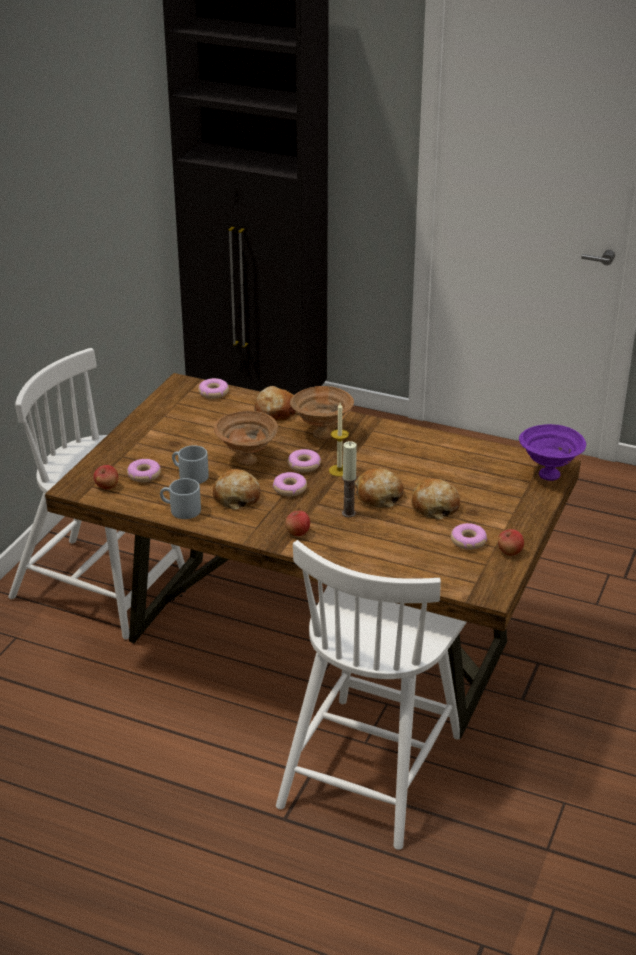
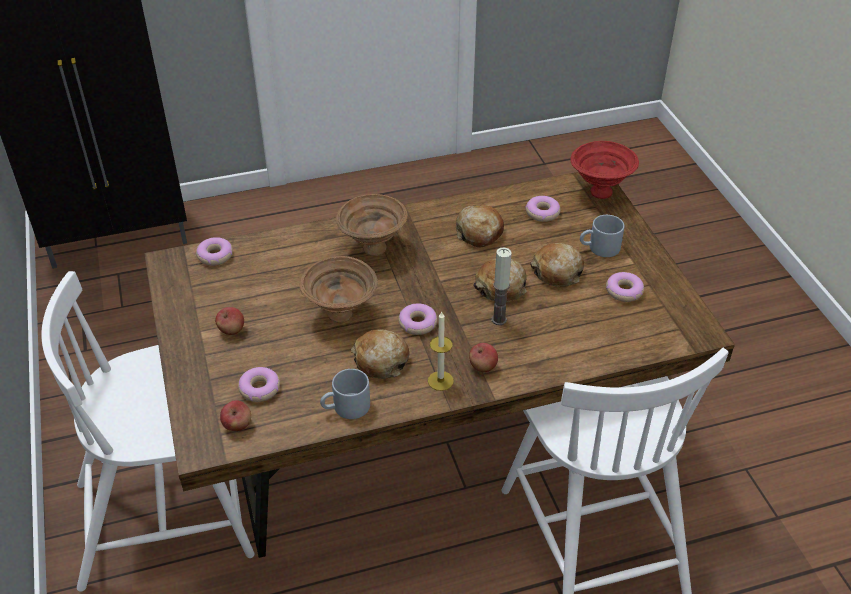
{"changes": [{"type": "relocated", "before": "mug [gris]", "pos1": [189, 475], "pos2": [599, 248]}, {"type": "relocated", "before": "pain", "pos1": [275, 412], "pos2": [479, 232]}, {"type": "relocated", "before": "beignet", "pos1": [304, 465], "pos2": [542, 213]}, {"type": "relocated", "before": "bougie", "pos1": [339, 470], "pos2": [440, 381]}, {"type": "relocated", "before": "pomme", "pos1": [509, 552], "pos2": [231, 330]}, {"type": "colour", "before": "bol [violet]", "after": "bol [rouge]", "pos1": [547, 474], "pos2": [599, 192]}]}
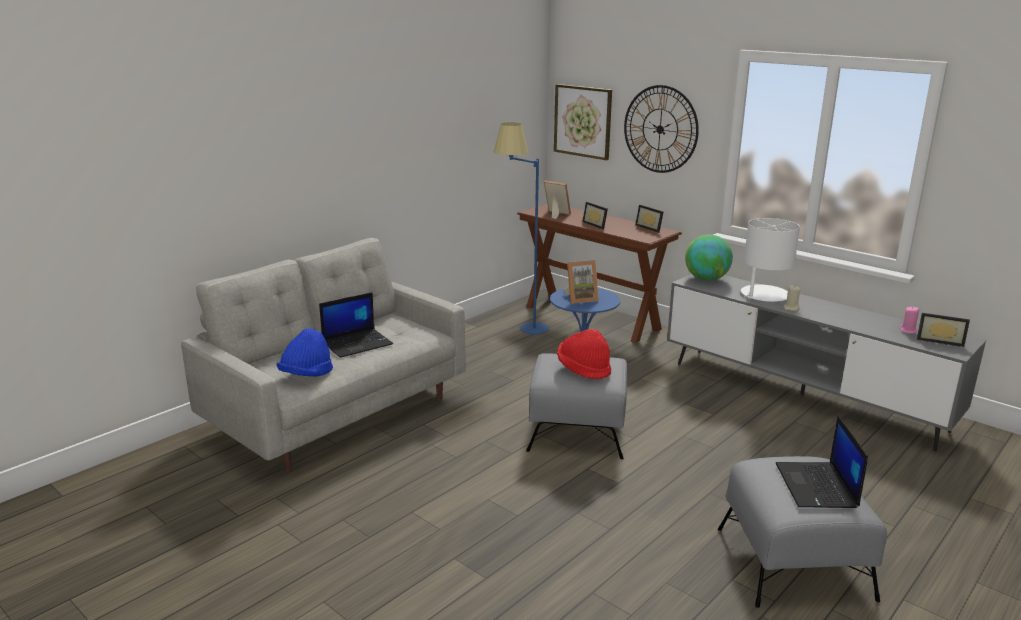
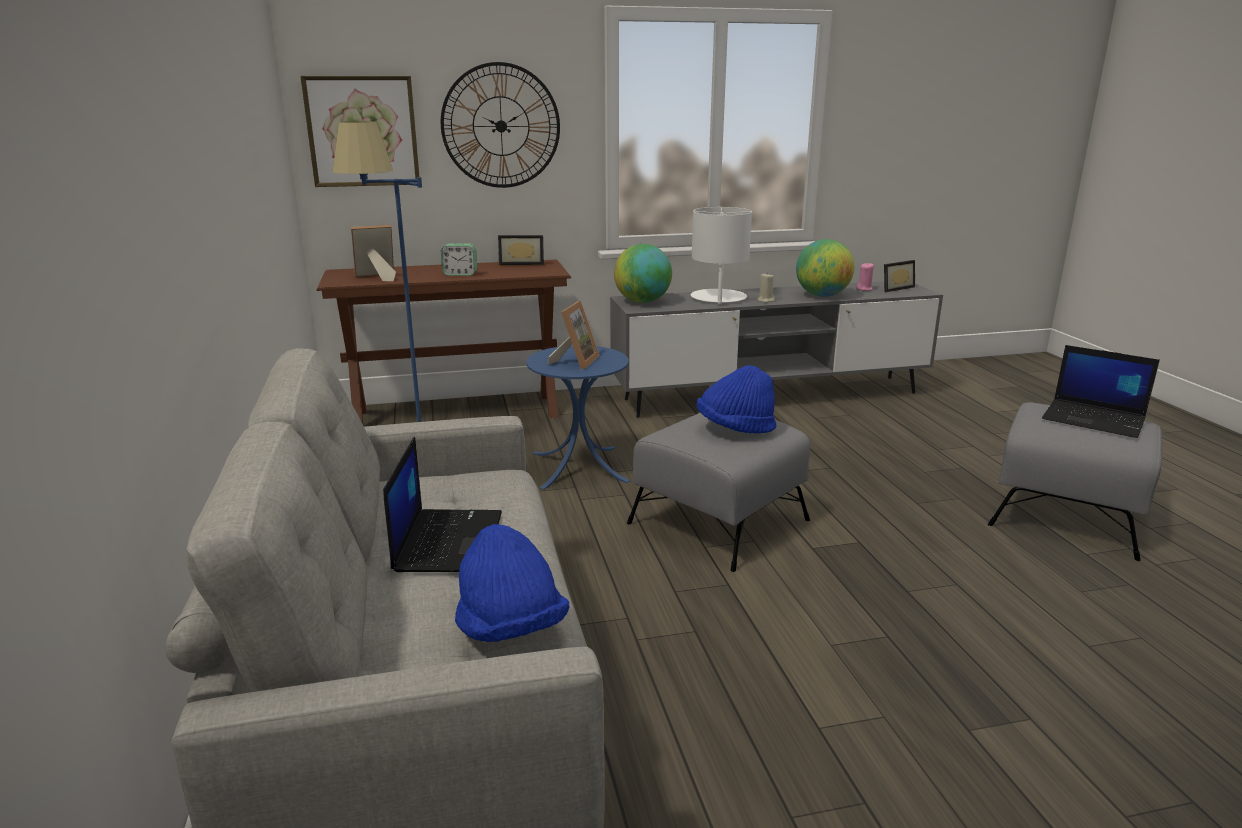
{"changes": [{"type": "appeared", "after": "globe", "pos2": [822, 295]}, {"type": "exchanged", "before": "cadre photo", "after": "réveil", "pos1": [597, 225], "pos2": [460, 274]}, {"type": "colour", "before": "chapeau [rouge]", "after": "chapeau [bleu]", "pos1": [583, 369], "pos2": [735, 428]}]}
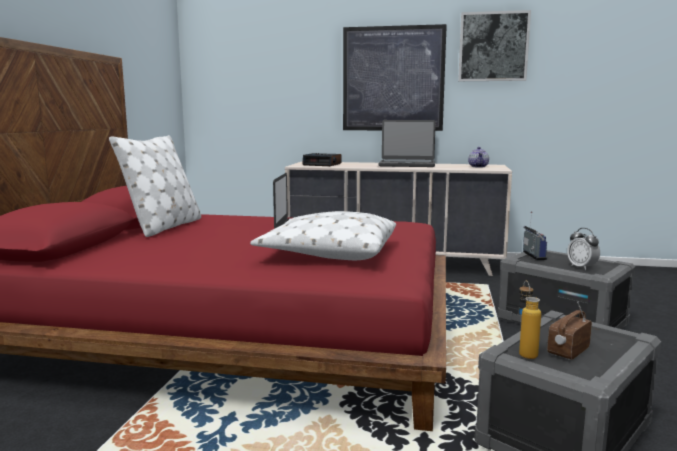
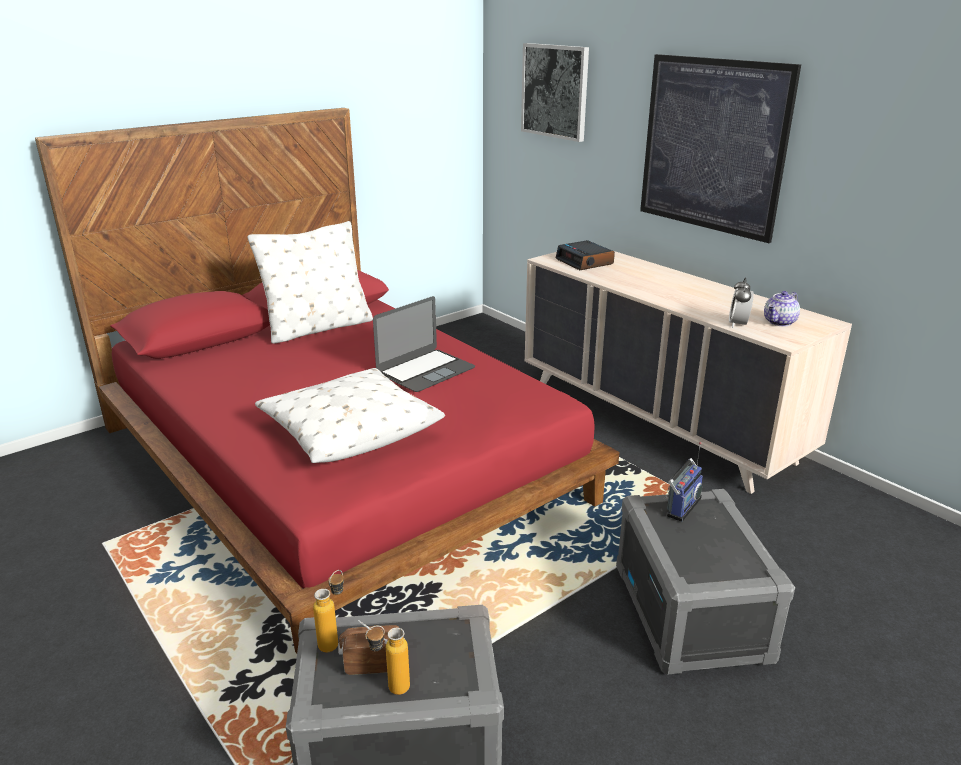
{"changes": [{"type": "missing", "before": "ordinateur portable", "pos1": [407, 164]}, {"type": "appeared", "after": "bouteille", "pos2": [390, 689]}, {"type": "relocated", "before": "tableau", "pos1": [493, 47], "pos2": [555, 91]}, {"type": "relocated", "before": "réveil", "pos1": [582, 267], "pos2": [738, 324]}]}
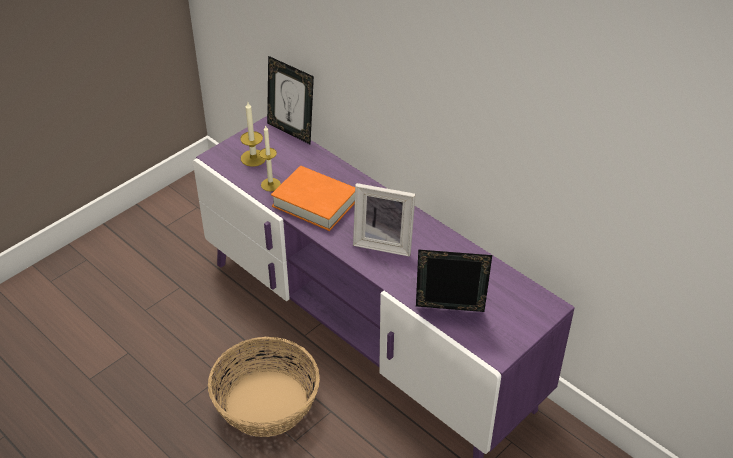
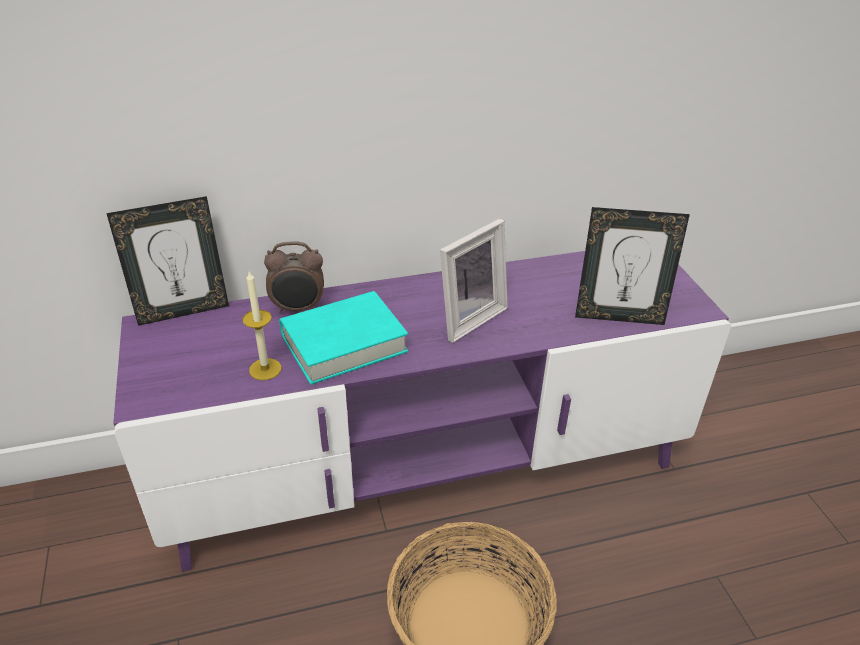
{"changes": [{"type": "missing", "before": "bougie", "pos1": [253, 158]}, {"type": "appeared", "after": "réveil", "pos2": [298, 309]}, {"type": "colour", "before": "livre [orange]", "after": "livre [turquoise]", "pos1": [315, 203], "pos2": [344, 343]}, {"type": "spun", "before": "cadre photo", "pos1": [449, 313], "pos2": [619, 316], "turn": -120}]}
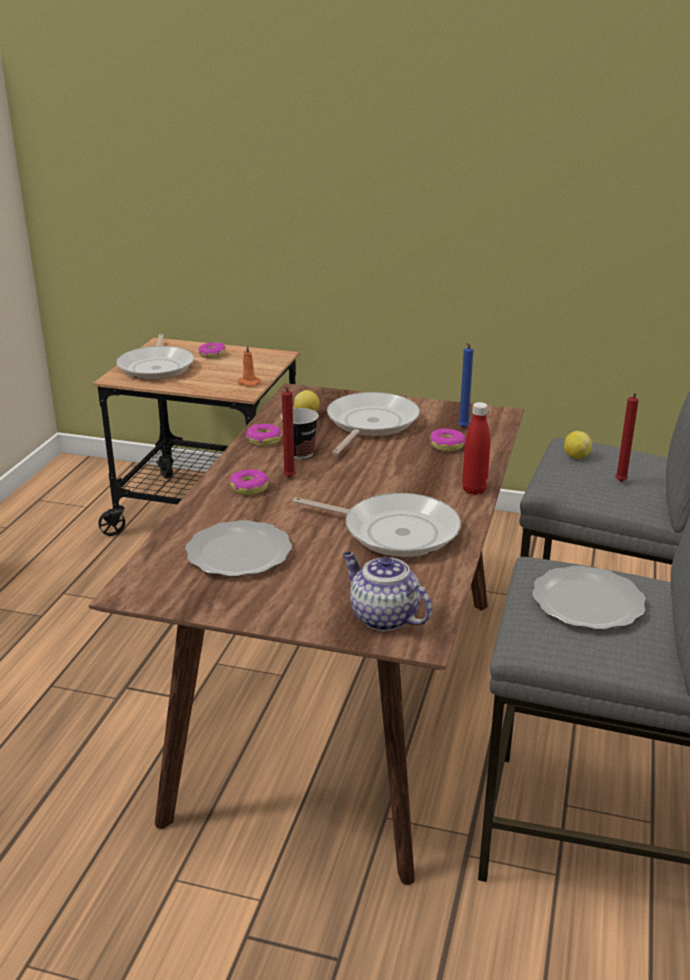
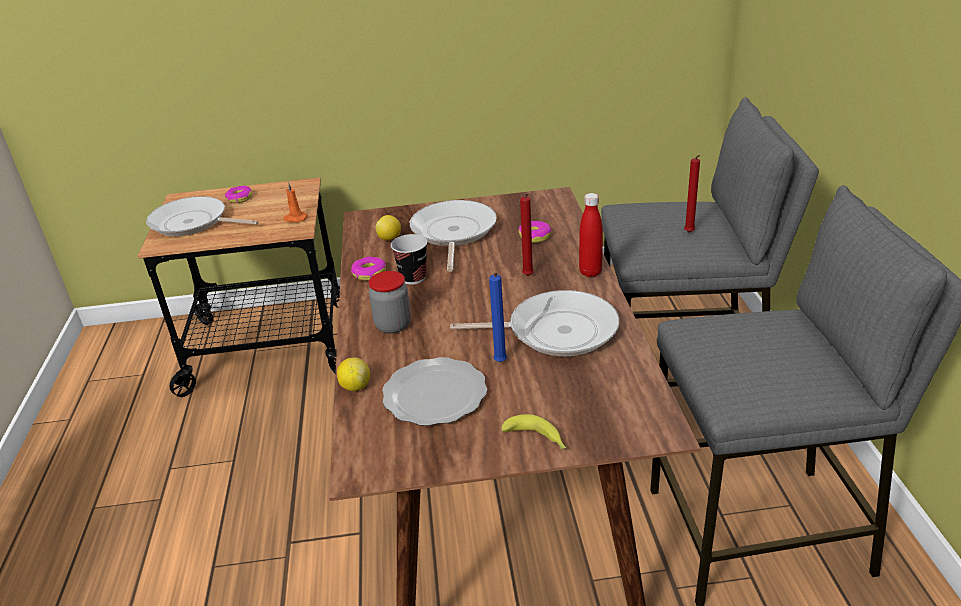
{"changes": [{"type": "missing", "before": "théière", "pos1": [382, 617]}, {"type": "missing", "before": "assiette", "pos1": [587, 603]}, {"type": "appeared", "after": "banane", "pos2": [537, 439]}, {"type": "relocated", "before": "bougie [rouge]", "pos1": [288, 478], "pos2": [528, 277]}, {"type": "relocated", "before": "bougie [bleu]", "pos1": [462, 428], "pos2": [500, 363]}, {"type": "relocated", "before": "citron", "pos1": [576, 456], "pos2": [355, 386]}, {"type": "exchanged", "before": "beignet", "after": "bocal", "pos1": [249, 488], "pos2": [393, 325]}, {"type": "spun", "before": "poêle", "pos1": [157, 366], "pos2": [193, 223], "turn": 135}]}
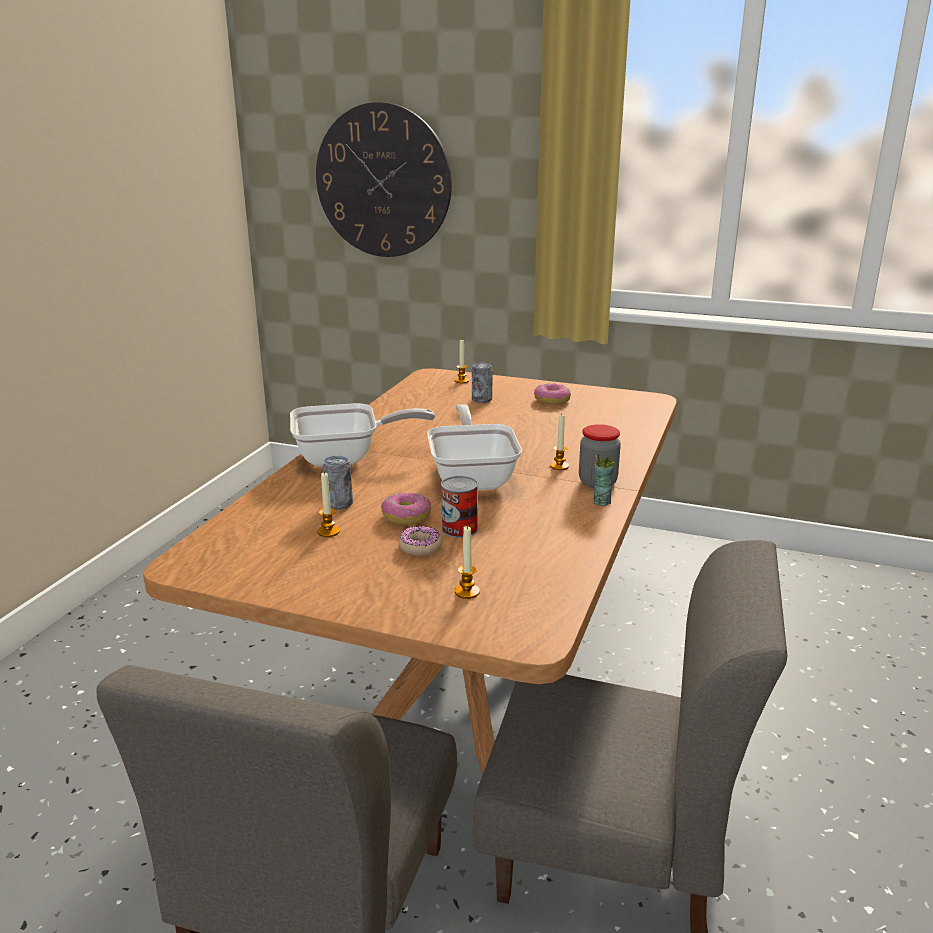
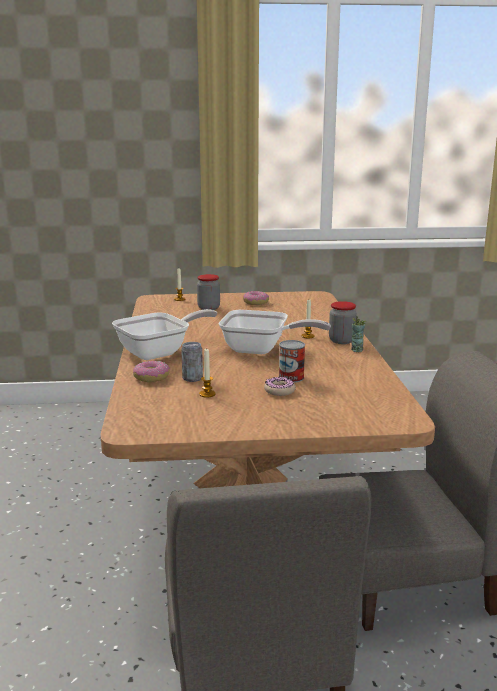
{"changes": [{"type": "missing", "before": "horloge murale", "pos1": [383, 181]}, {"type": "missing", "before": "bougie", "pos1": [467, 592]}, {"type": "relocated", "before": "beignet", "pos1": [407, 516], "pos2": [152, 377]}, {"type": "exchanged", "before": "boîte métallique", "after": "bocal", "pos1": [481, 400], "pos2": [208, 308]}, {"type": "spun", "before": "poêle", "pos1": [472, 477], "pos2": [261, 350], "turn": 135}]}
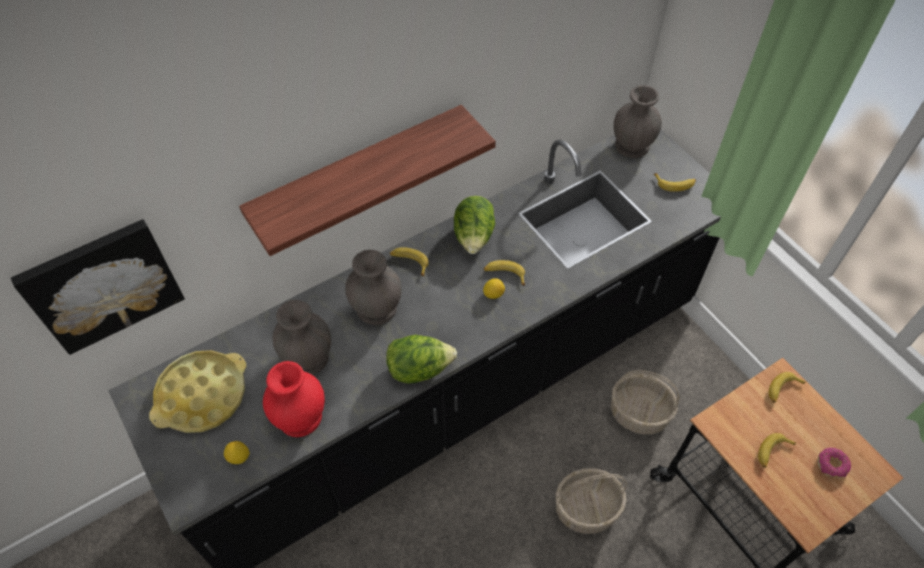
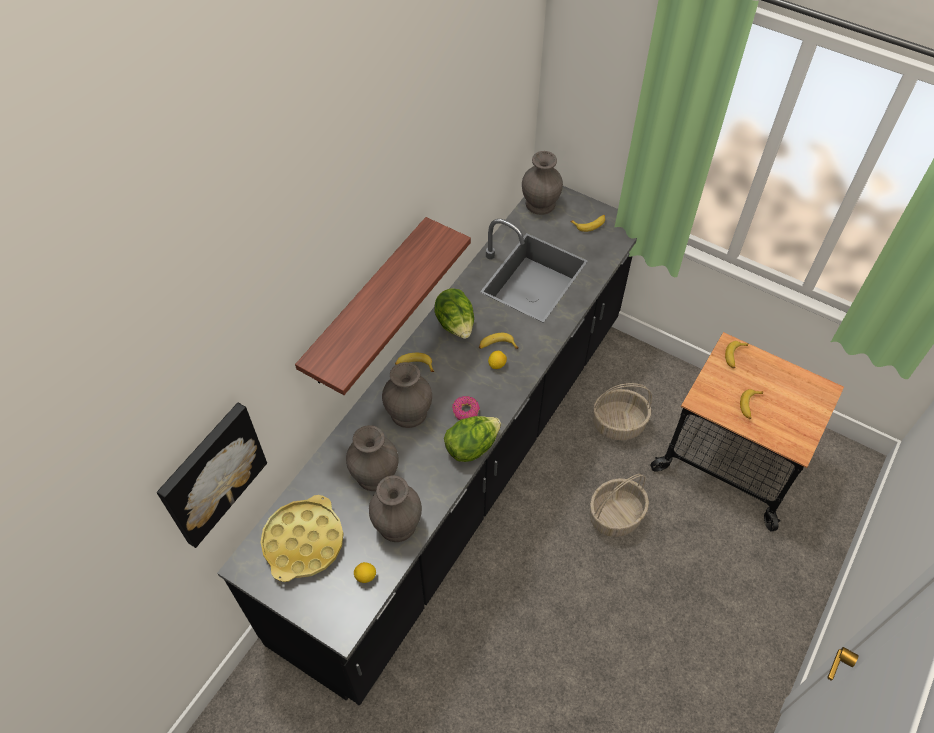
{"changes": [{"type": "relocated", "before": "beignet", "pos1": [832, 465], "pos2": [466, 411]}, {"type": "colour", "before": "vase [rouge]", "after": "vase [gris]", "pos1": [299, 417], "pos2": [396, 525]}]}
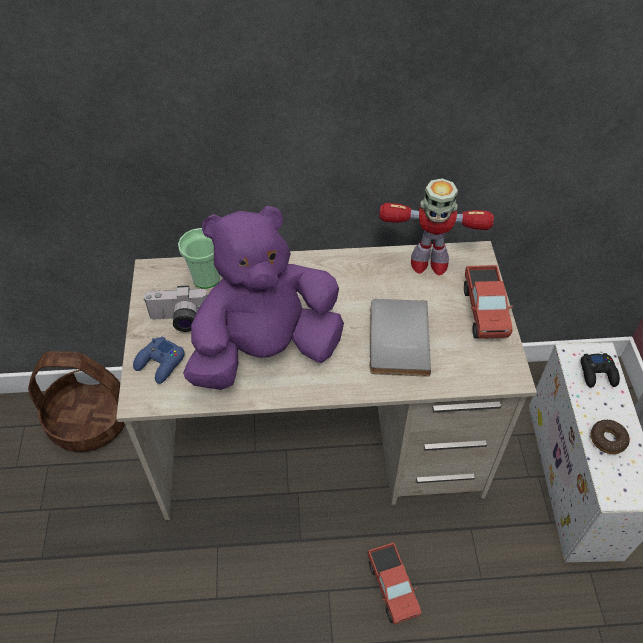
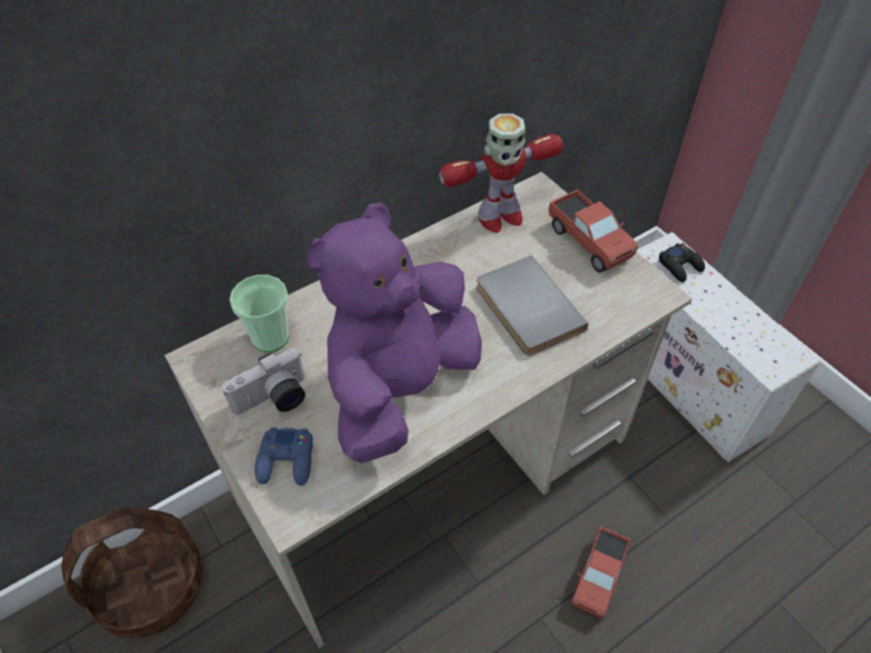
{"changes": [{"type": "missing", "before": "beignet", "pos1": [607, 439]}, {"type": "spun", "before": "camion jouet", "pos1": [392, 587], "pos2": [598, 577], "turn": 75}]}
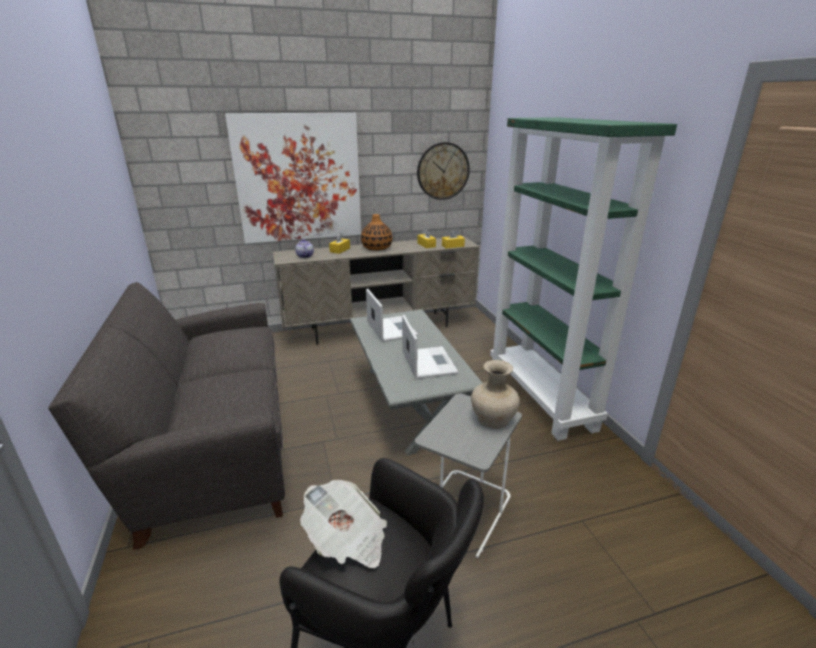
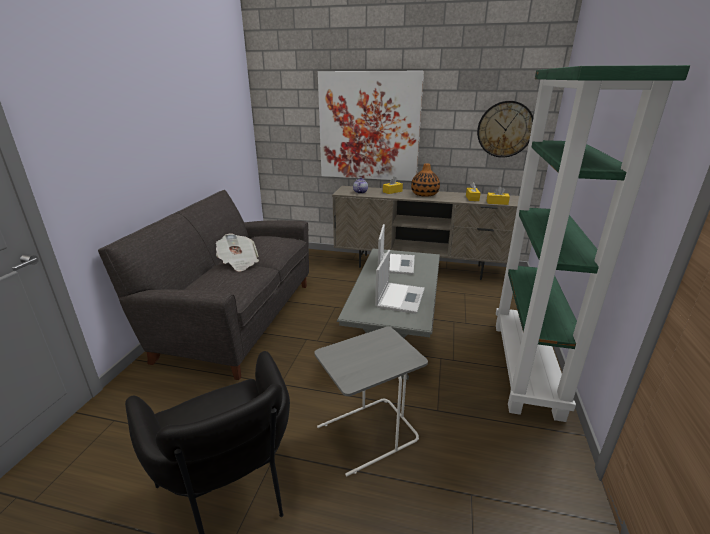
{"changes": [{"type": "missing", "before": "vase [beige]", "pos1": [493, 418]}, {"type": "relocated", "before": "journal", "pos1": [347, 540], "pos2": [238, 262]}]}
